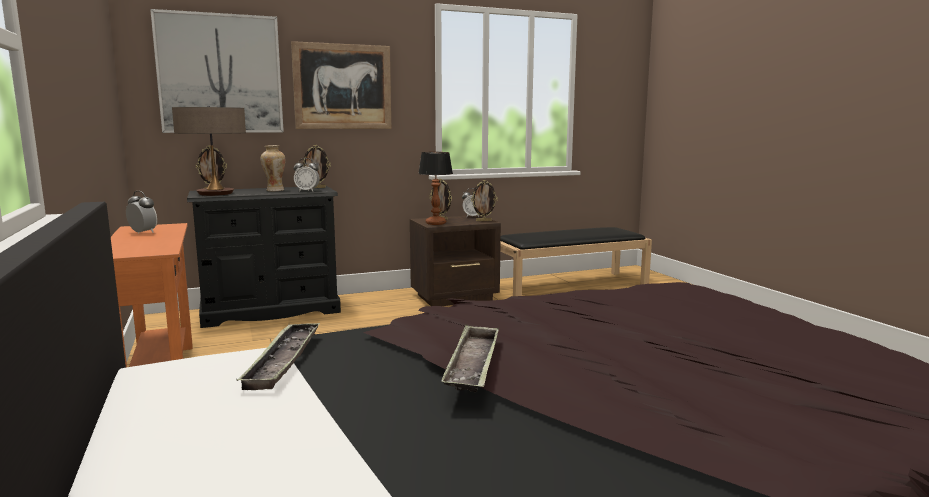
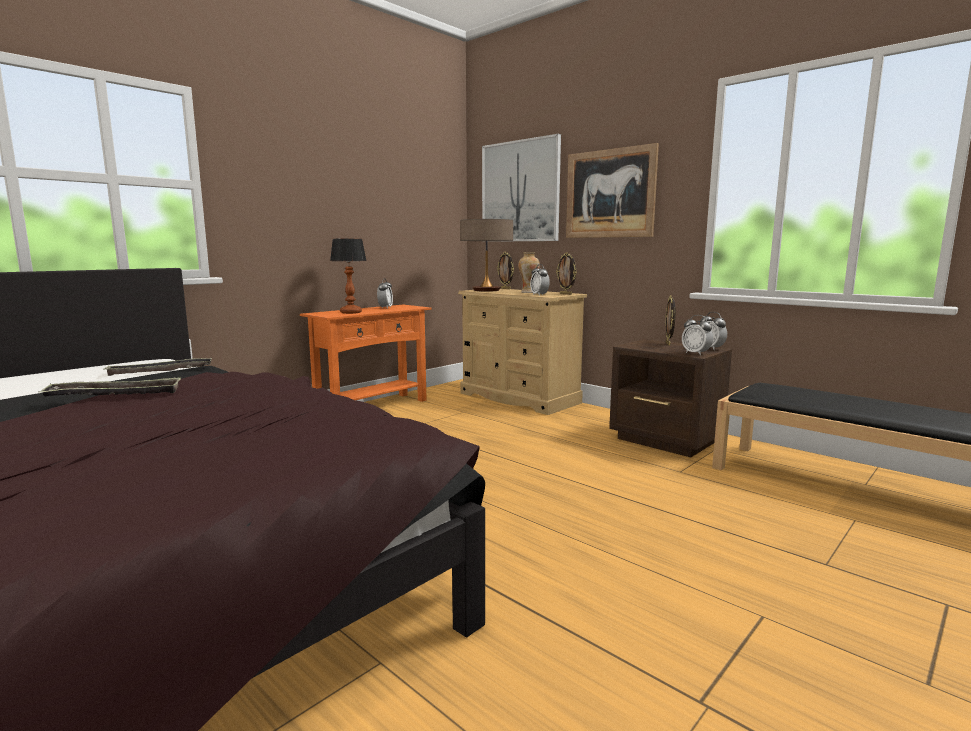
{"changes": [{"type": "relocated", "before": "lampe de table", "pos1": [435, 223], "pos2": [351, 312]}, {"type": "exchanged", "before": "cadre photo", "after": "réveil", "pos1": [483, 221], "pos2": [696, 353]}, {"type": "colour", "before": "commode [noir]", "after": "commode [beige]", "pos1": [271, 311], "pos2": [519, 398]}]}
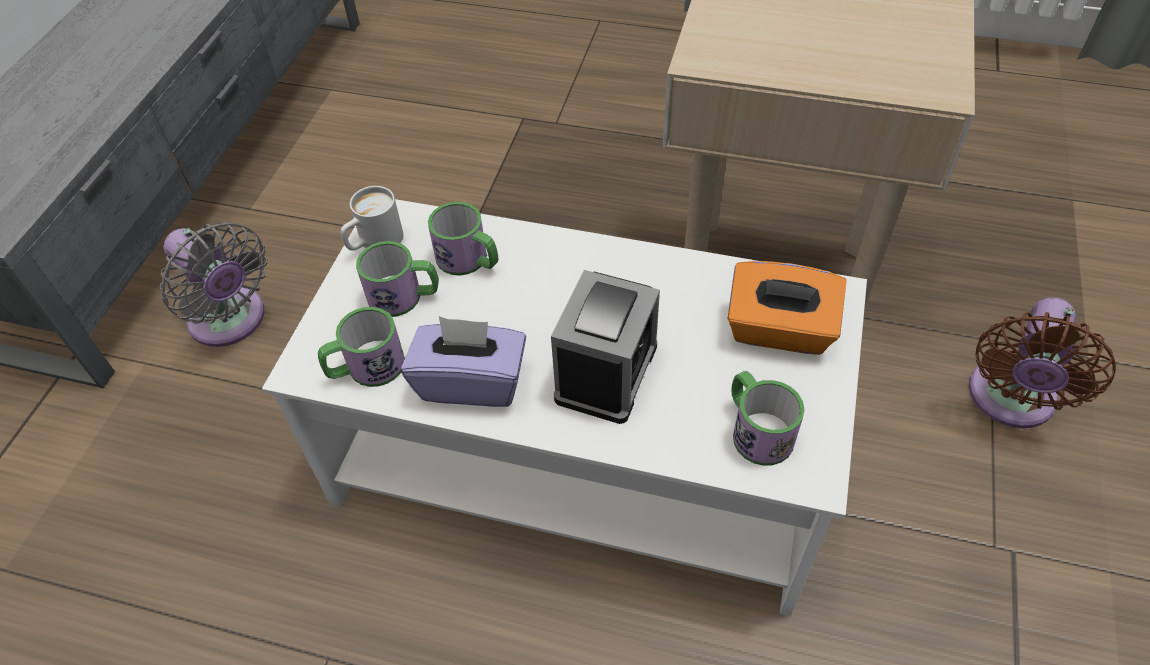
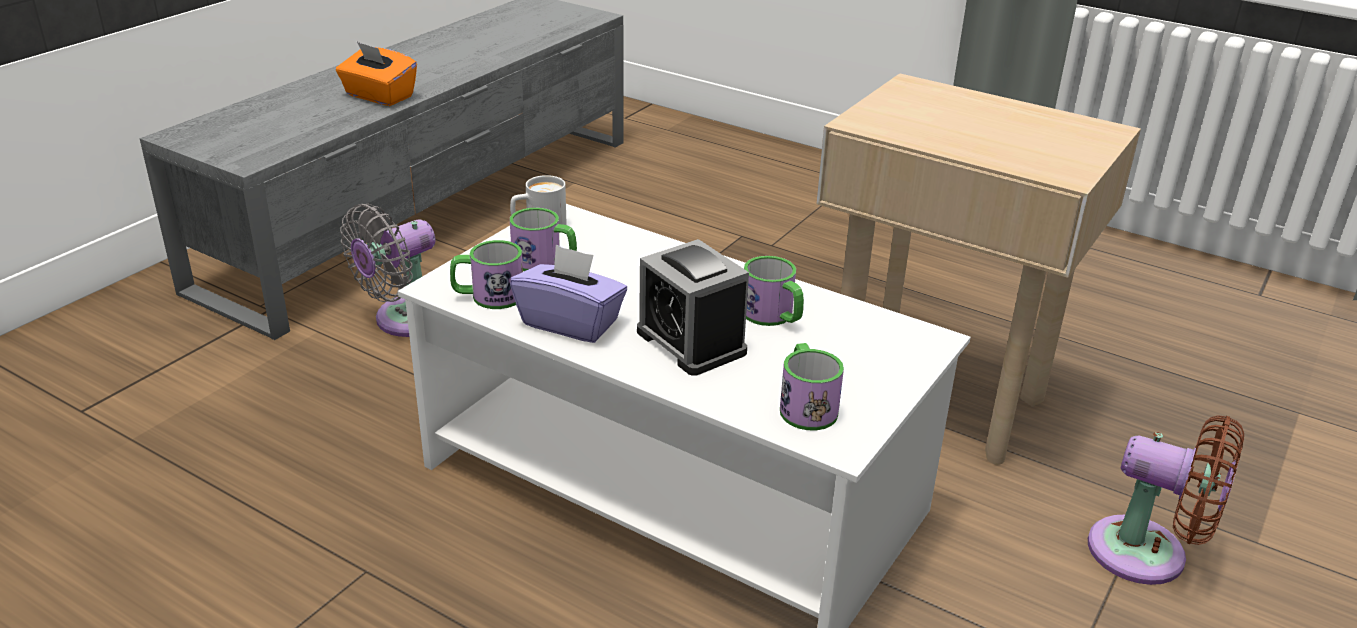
{"changes": [{"type": "relocated", "before": "mug", "pos1": [469, 260], "pos2": [773, 316]}, {"type": "relocated", "before": "boîte à mouchoirs [orange]", "pos1": [779, 331], "pos2": [379, 96]}, {"type": "spun", "before": "ventilateur [gris]", "pos1": [231, 322], "pos2": [405, 320], "turn": 75}, {"type": "spun", "before": "réveil", "pos1": [606, 372], "pos2": [691, 342], "turn": 105}, {"type": "spun", "before": "ventilateur [marron]", "pos1": [1009, 400], "pos2": [1147, 555], "turn": -105}]}
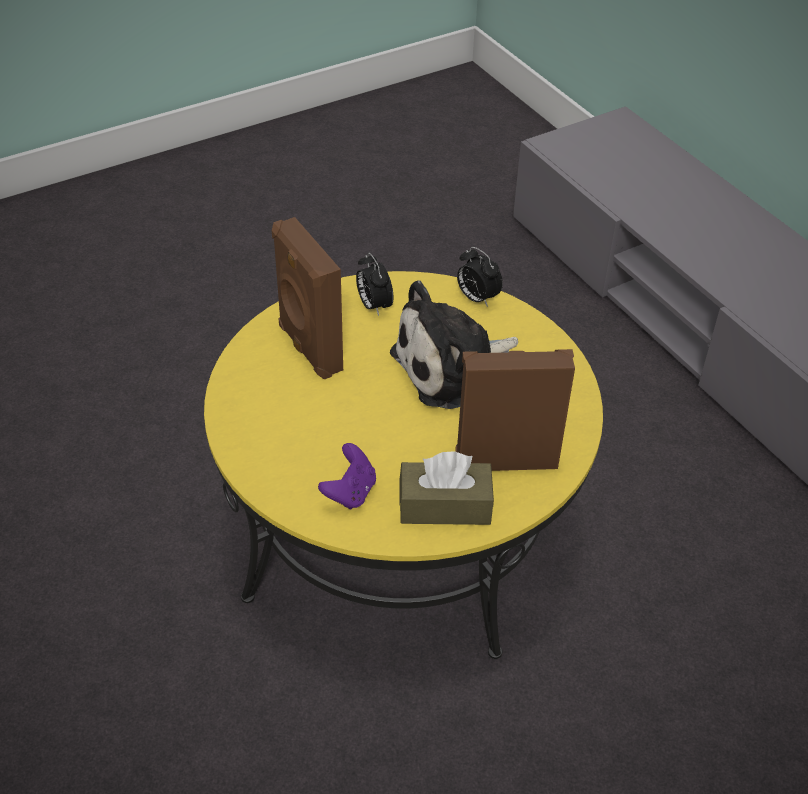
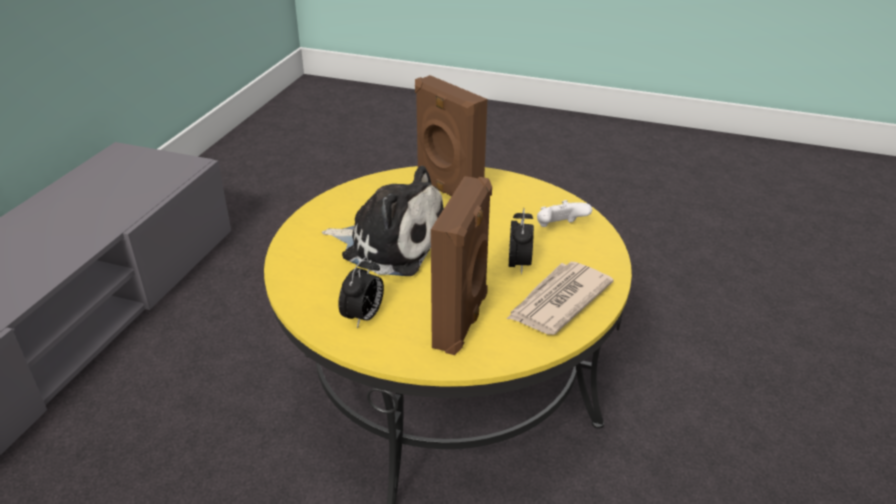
{"changes": [{"type": "missing", "before": "boîte à mouchoirs [marron]", "pos1": [445, 506]}, {"type": "appeared", "after": "journal", "pos2": [557, 301]}, {"type": "relocated", "before": "réveil", "pos1": [476, 298], "pos2": [519, 265]}, {"type": "colour", "before": "manette [violet]", "after": "manette [blanc]", "pos1": [350, 492], "pos2": [559, 228]}]}
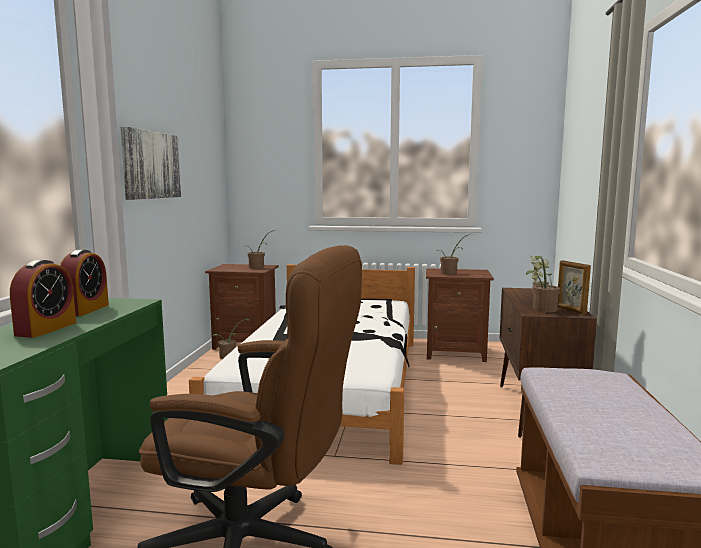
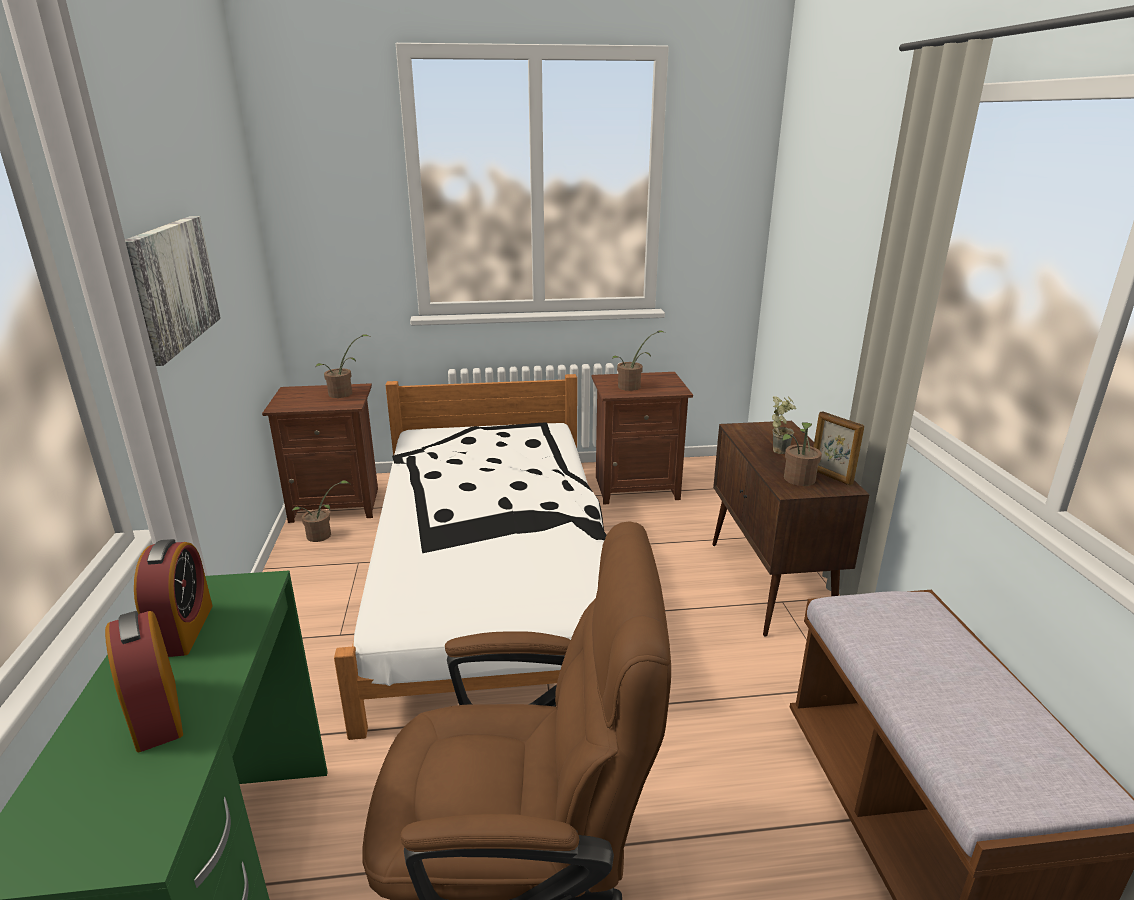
{"changes": [{"type": "spun", "before": "réveil", "pos1": [46, 329], "pos2": [156, 713], "turn": 150}]}
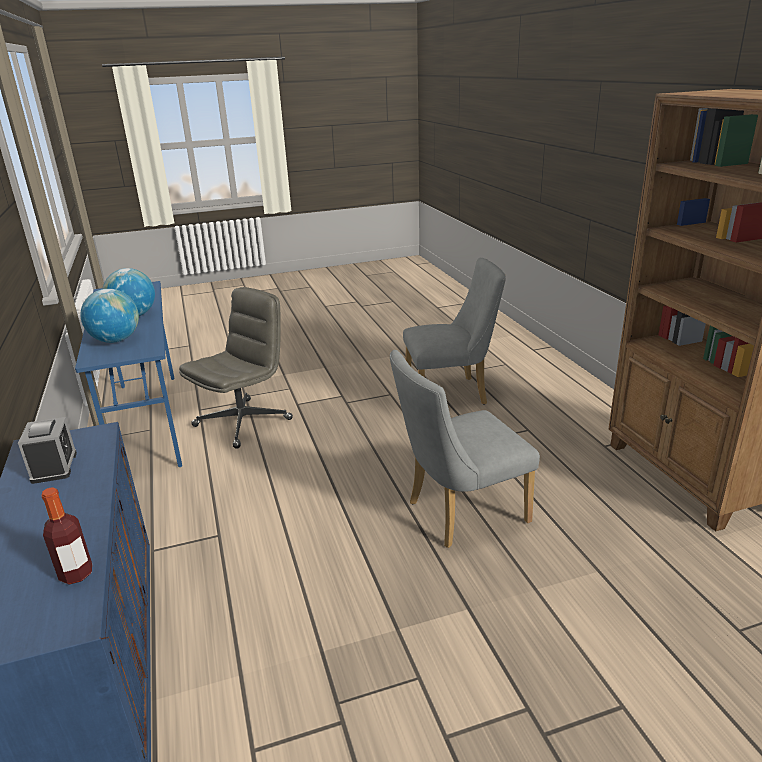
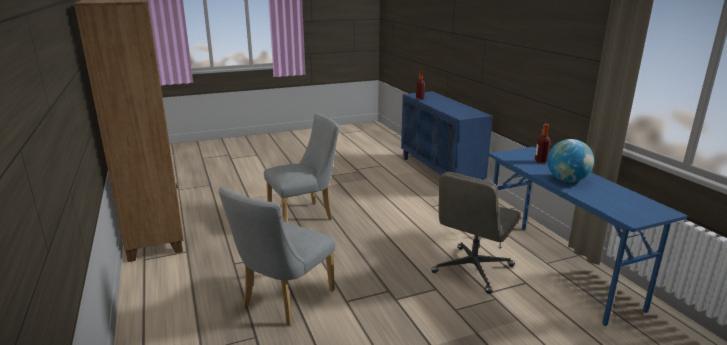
{"changes": [{"type": "missing", "before": "réveil", "pos1": [54, 467]}, {"type": "exchanged", "before": "globe", "after": "bouteille", "pos1": [116, 340], "pos2": [540, 161]}, {"type": "spun", "before": "chaise [gris]", "pos1": [452, 394], "pos2": [283, 301], "turn": -45}]}
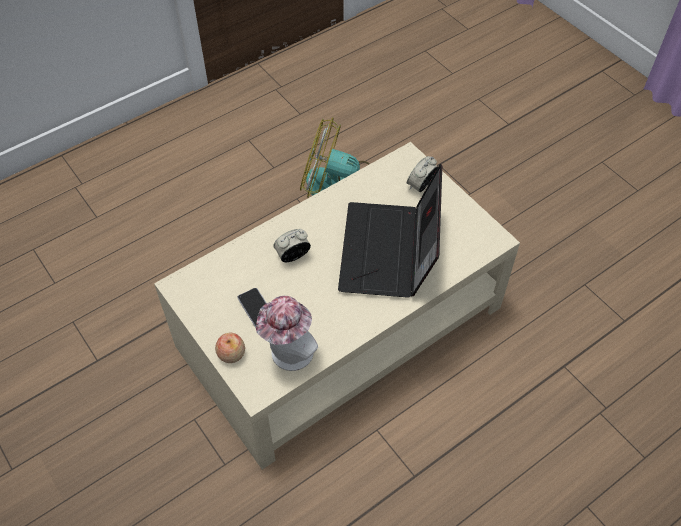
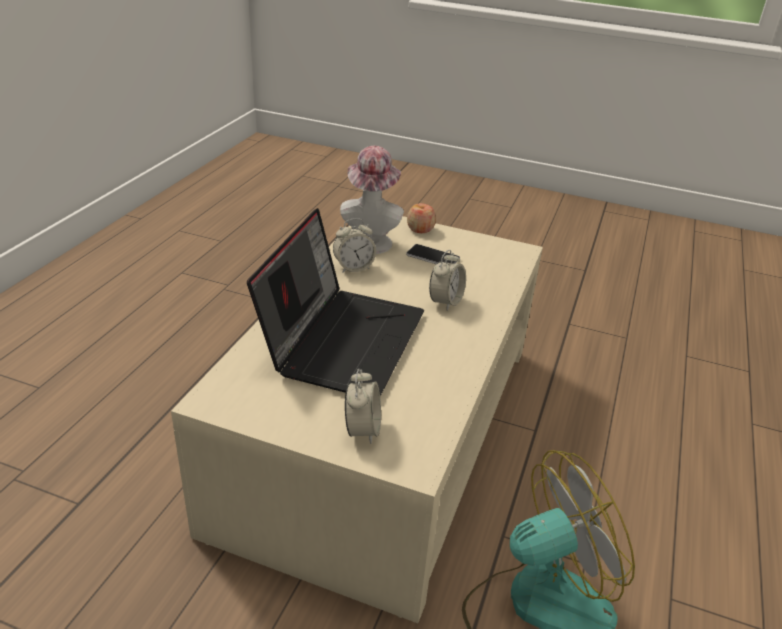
{"changes": [{"type": "appeared", "after": "réveil", "pos2": [353, 267]}, {"type": "spun", "before": "ordinateur portable", "pos1": [389, 252], "pos2": [342, 339], "turn": 45}]}
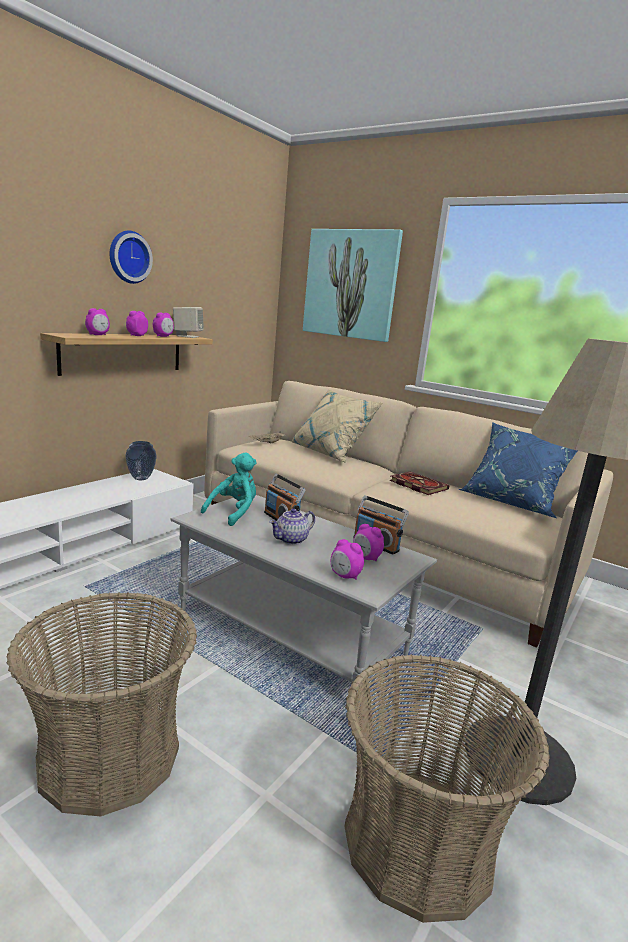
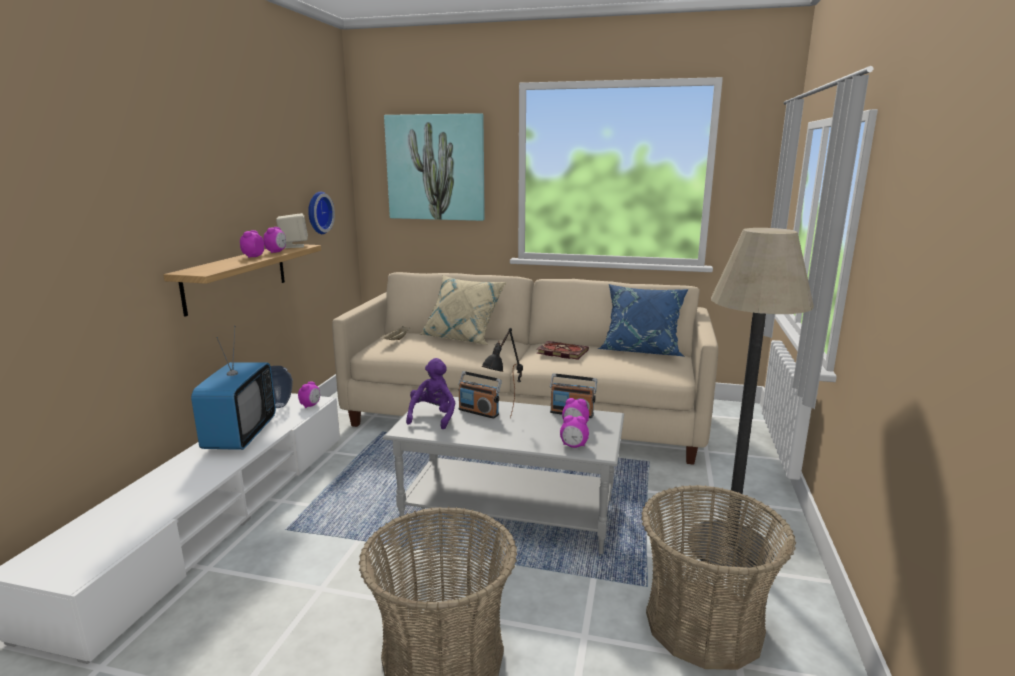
{"changes": [{"type": "appeared", "after": "téléviseur", "pos2": [240, 435]}, {"type": "relocated", "before": "réveil", "pos1": [98, 335], "pos2": [310, 405]}, {"type": "relocated", "before": "horloge murale", "pos1": [128, 257], "pos2": [317, 212]}, {"type": "exchanged", "before": "théière", "after": "lampe de table [noir]", "pos1": [291, 540], "pos2": [505, 428]}, {"type": "colour", "before": "peluche [turquoise]", "after": "peluche [violet]", "pos1": [233, 513], "pos2": [433, 416]}]}
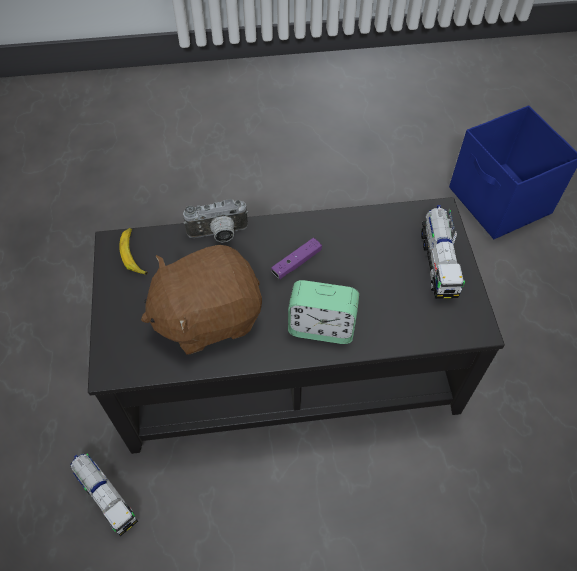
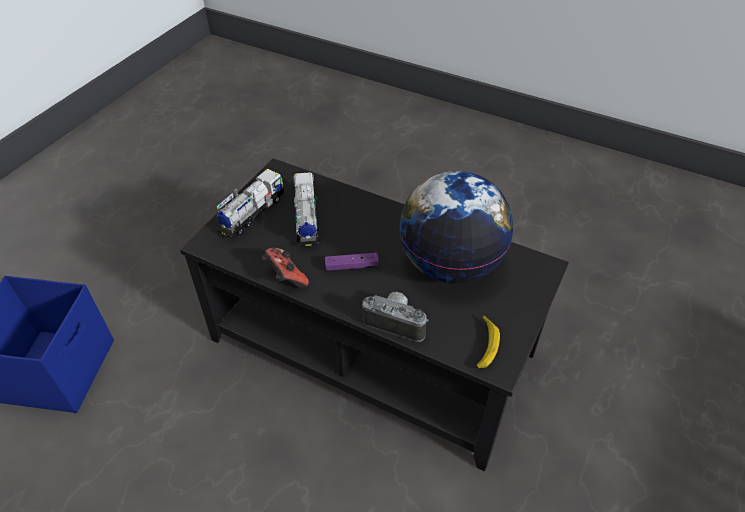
{"changes": [{"type": "missing", "before": "réveil", "pos1": [321, 327]}, {"type": "appeared", "after": "manette", "pos2": [285, 277]}, {"type": "relocated", "before": "camion jouet", "pos1": [106, 497], "pos2": [306, 220]}, {"type": "exchanged", "before": "peluche [marron]", "after": "globe", "pos1": [207, 316], "pos2": [450, 264]}]}
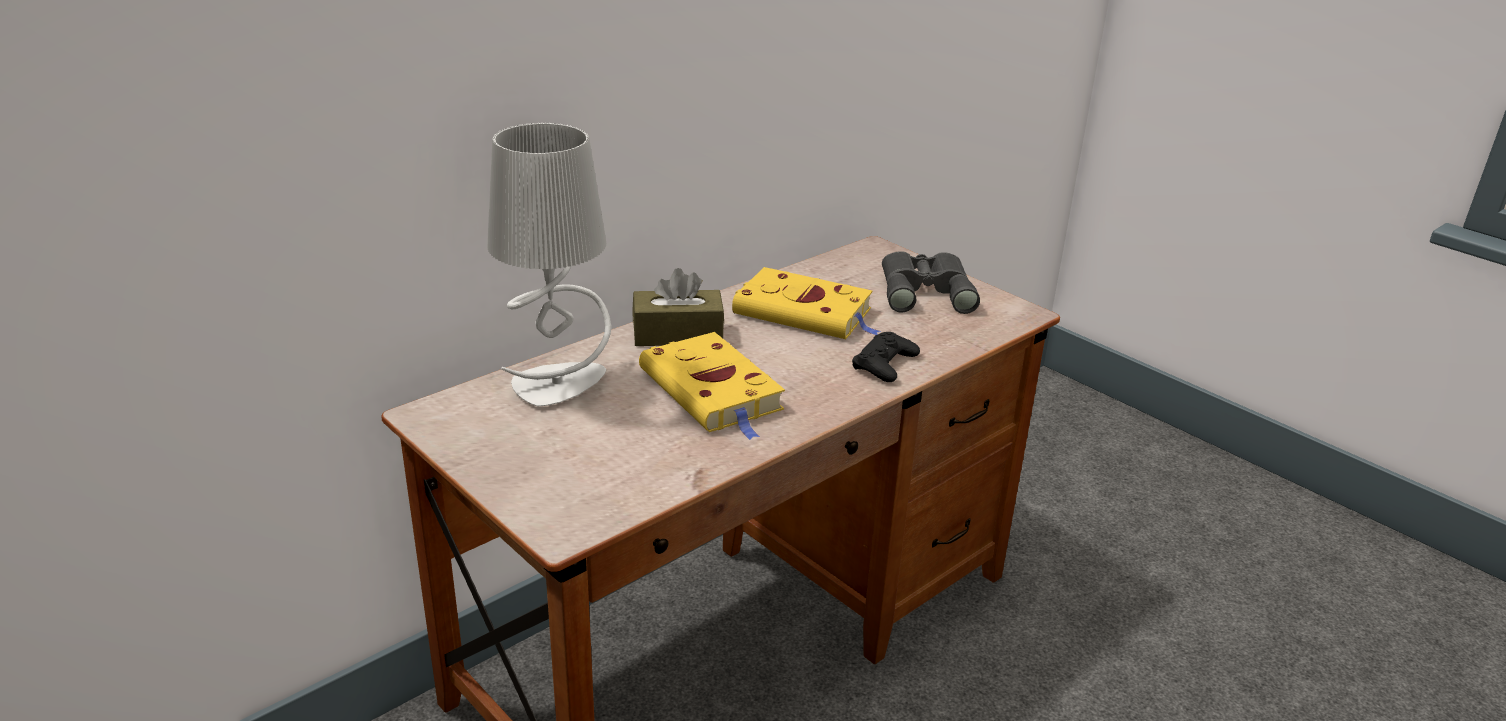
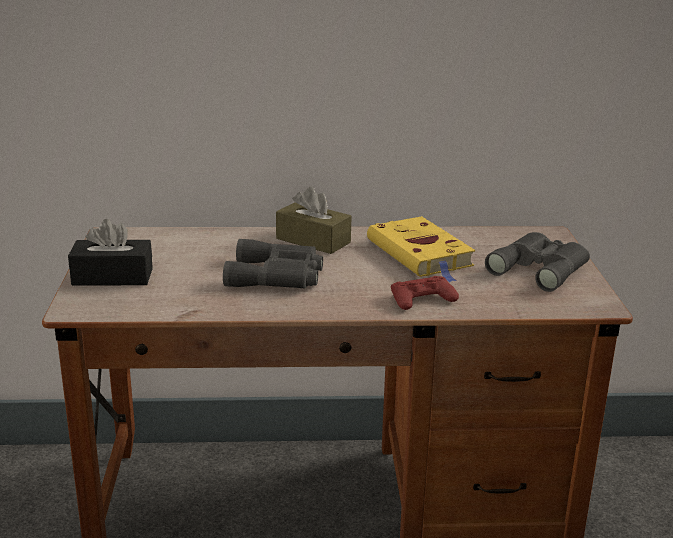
{"changes": [{"type": "missing", "before": "lampe de table [gris]", "pos1": [558, 384]}, {"type": "appeared", "after": "boîte à mouchoirs [noir]", "pos2": [112, 277]}, {"type": "exchanged", "before": "livre [jaune]", "after": "jumelles [gris]", "pos1": [713, 392], "pos2": [277, 276]}, {"type": "colour", "before": "manette [noir]", "after": "manette [rouge]", "pos1": [885, 364], "pos2": [422, 299]}]}
